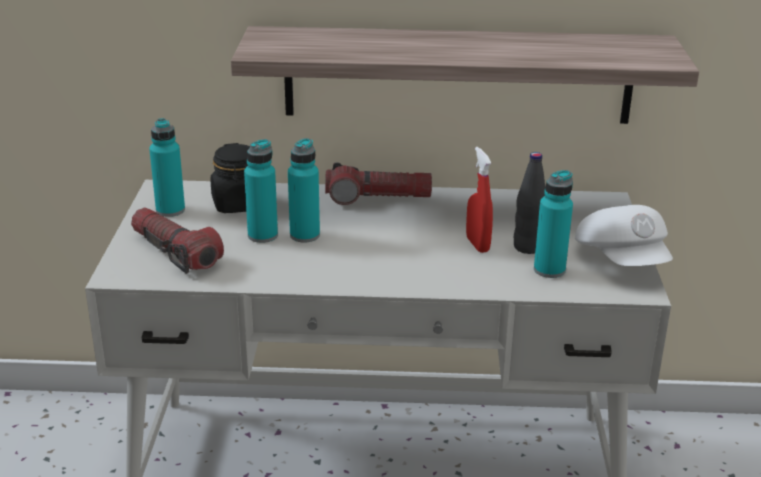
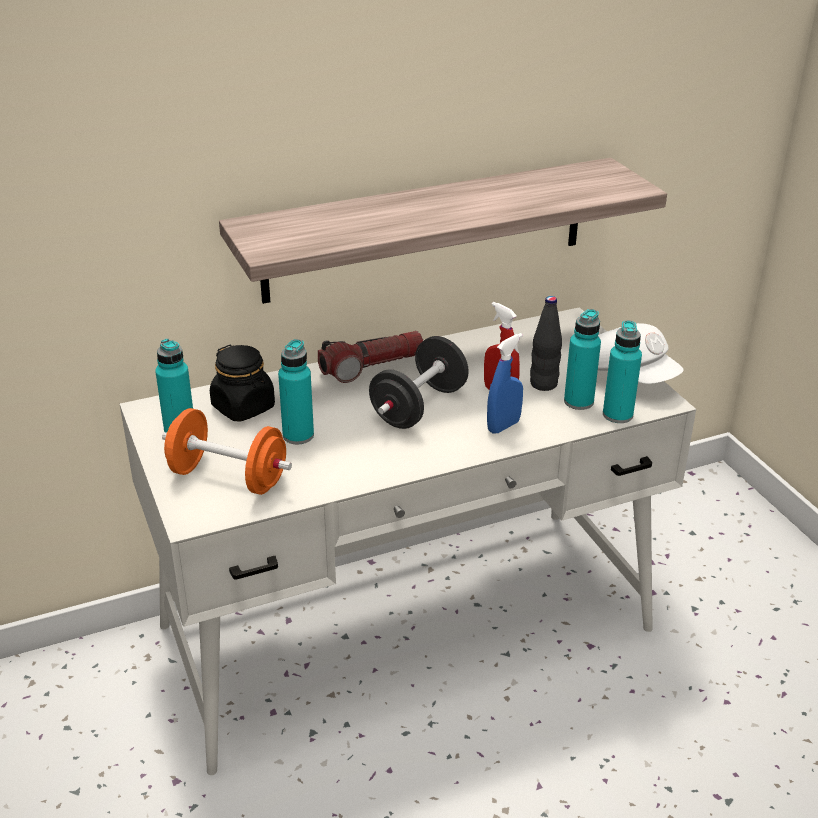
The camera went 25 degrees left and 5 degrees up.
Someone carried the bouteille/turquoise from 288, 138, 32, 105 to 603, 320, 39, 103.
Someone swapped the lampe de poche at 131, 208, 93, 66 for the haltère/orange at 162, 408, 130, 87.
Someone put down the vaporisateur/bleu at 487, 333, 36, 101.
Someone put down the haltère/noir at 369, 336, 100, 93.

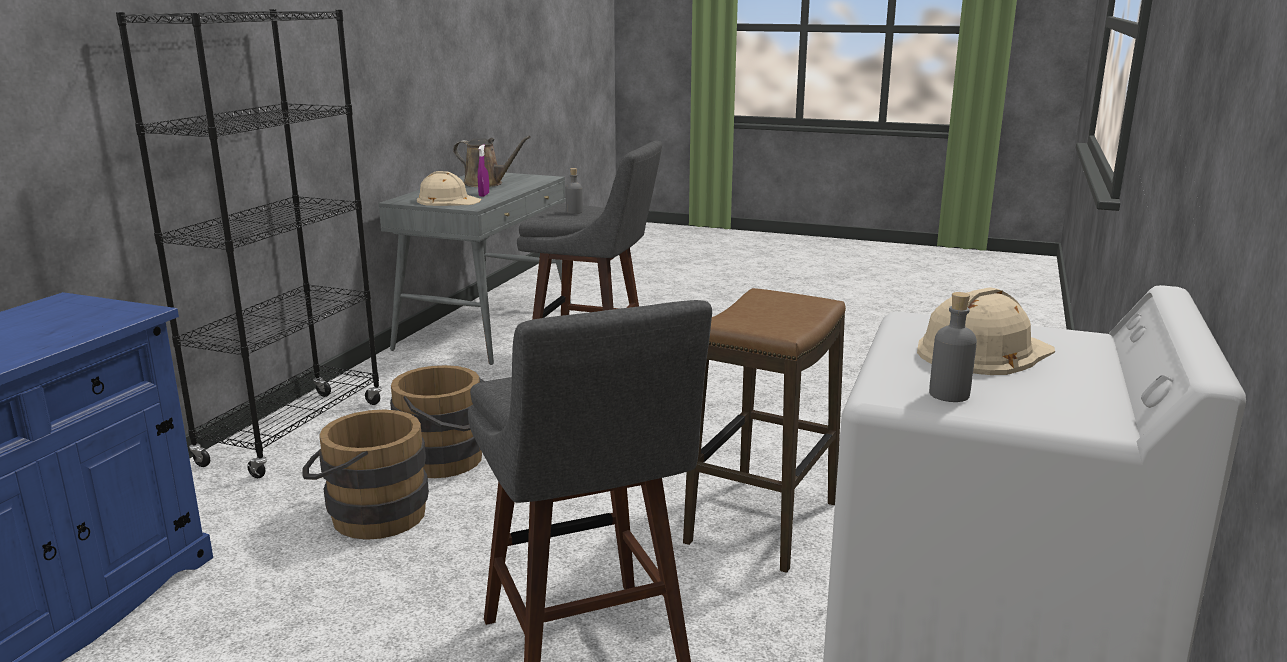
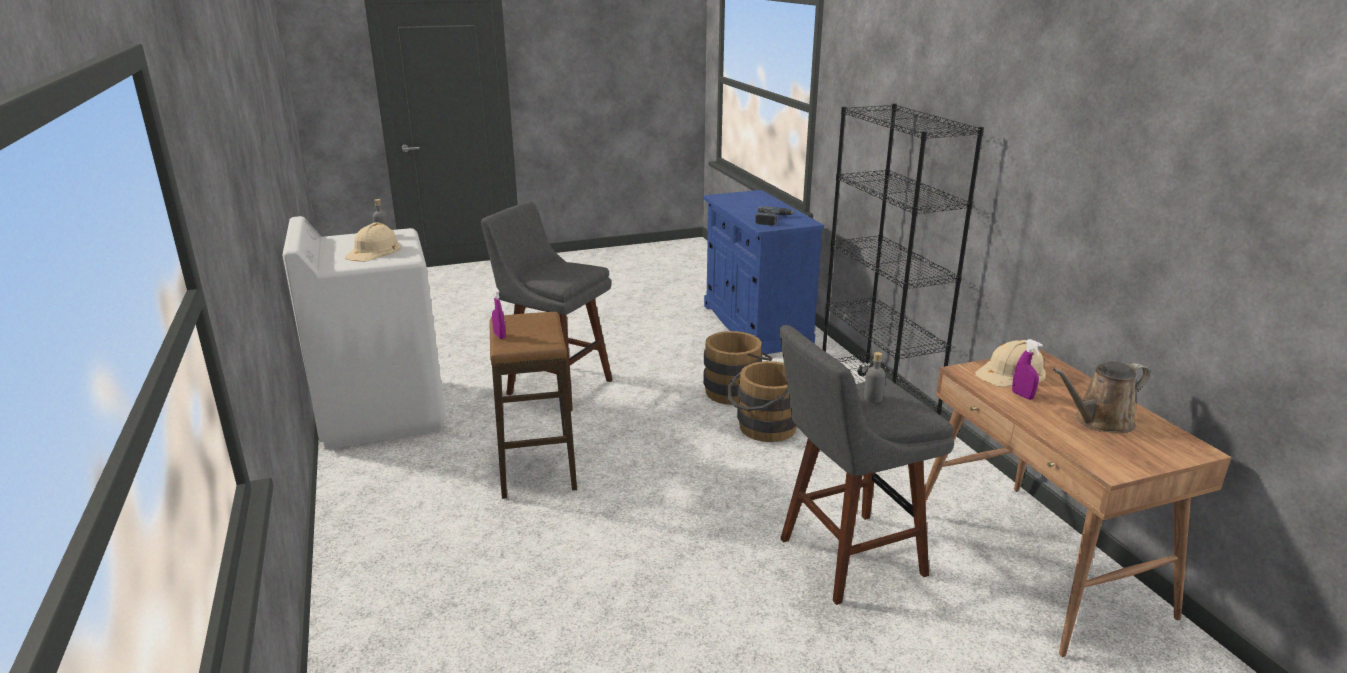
The camera went 140 degrees right and 5 degrees up.
Someone repainted the bureau/gris at 379, 173, 192, 192, which became the bureau/marron at 925, 350, 306, 307.
Someone put down the perceuse at 755, 206, 41, 19.
Someone put down the vaporisateur/violet at 491, 285, 15, 54.

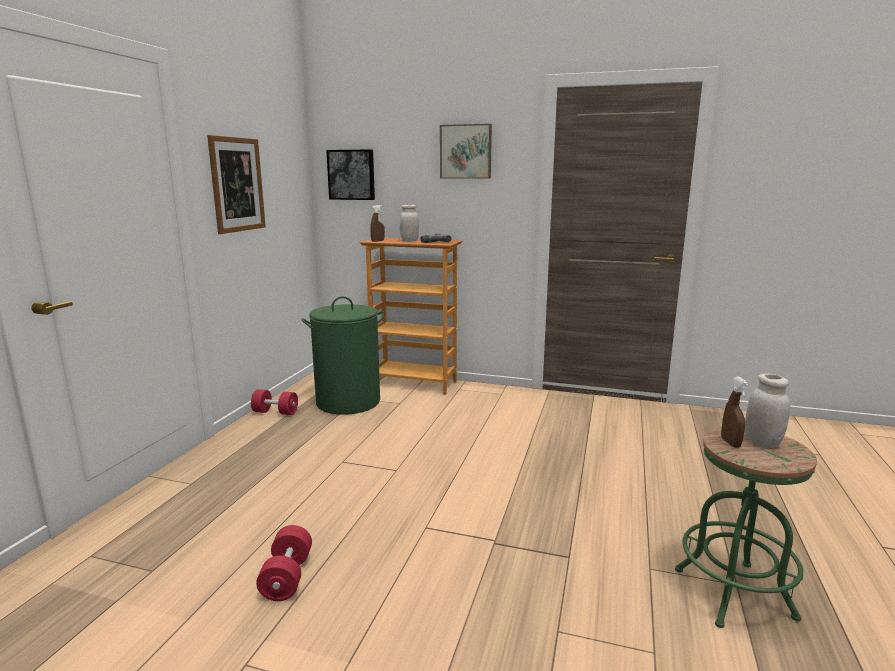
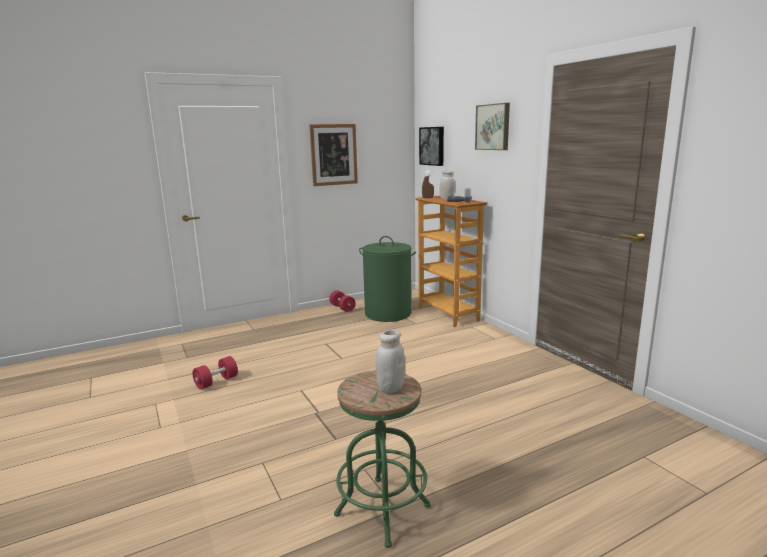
The camera went 45 degrees right and 0 degrees up.
Someone took away the vaporisateur/marron at 721, 377, 27, 71.

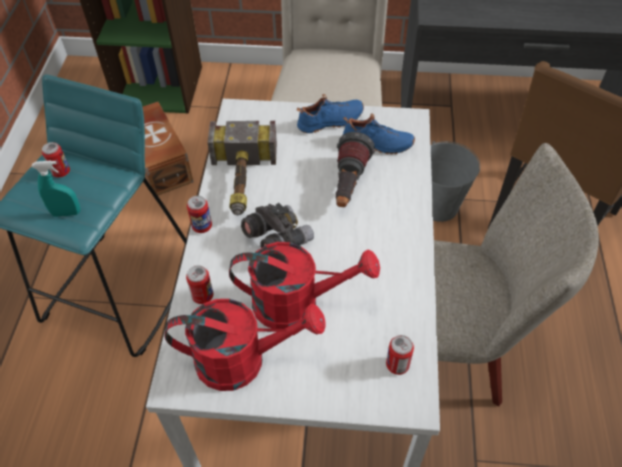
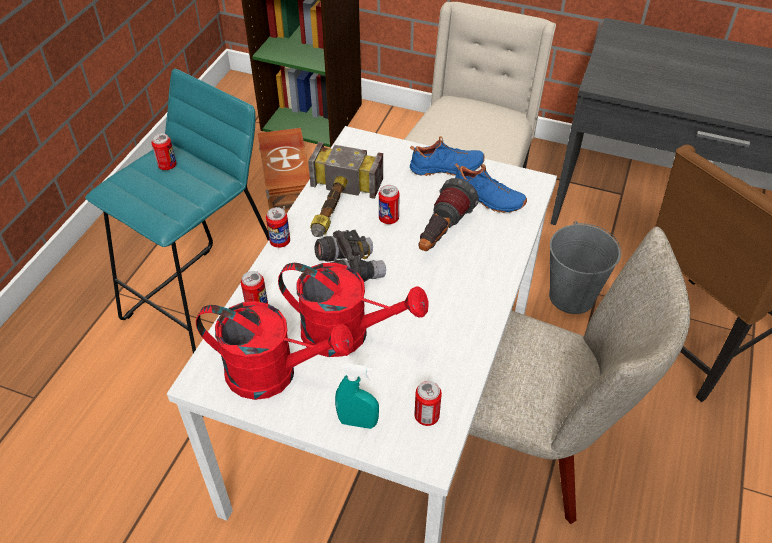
The camera went 15 degrees right and 5 degrees down.
Someone carried the vaporisateur/turquoise from 31, 161, 50, 56 to 335, 363, 44, 66.
Someone put down the boîte métallique at 379, 185, 21, 39.

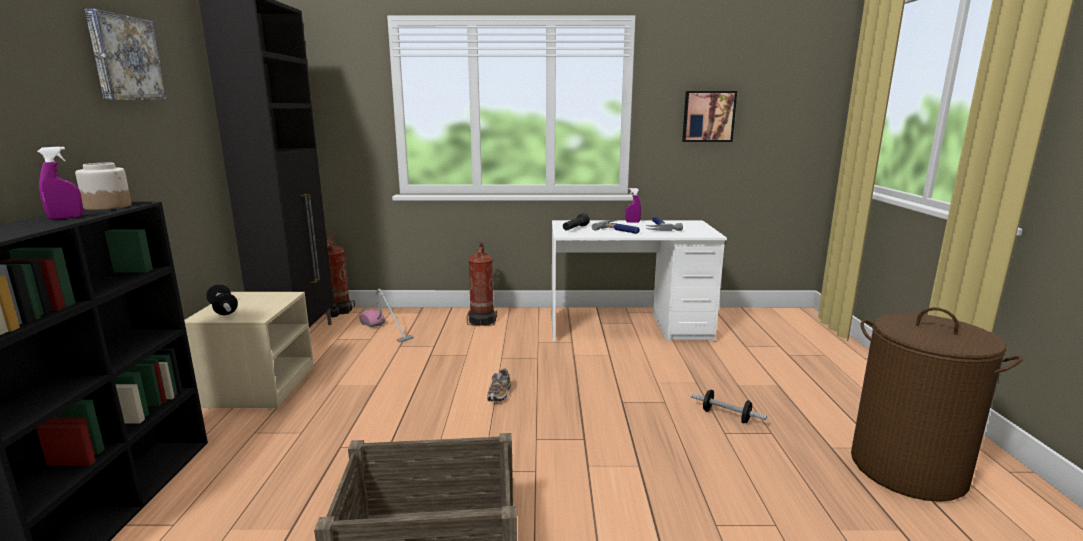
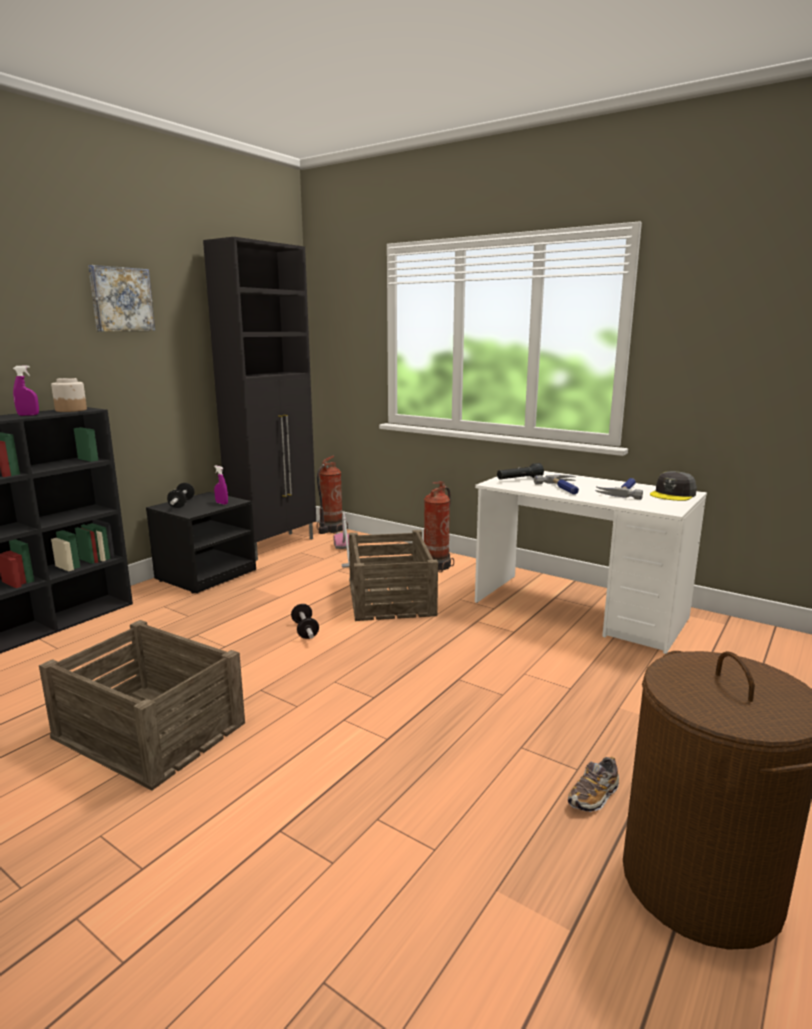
The camera went 35 degrees right and 0 degrees up.
Someone took away the tableau at 682, 91, 55, 51.
Someone carried the vaporisateur/violet from 626, 188, 15, 35 to 214, 465, 14, 40.
Someone repainted the table de chevet/beige at 184, 292, 130, 118, which became the table de chevet/noir at 146, 492, 110, 101.
Someone carried the chaussure from 487, 368, 24, 34 to 568, 756, 51, 56.
Someone carried the haltère from 691, 390, 76, 34 to 291, 604, 28, 35.
Someone put down the casquette/gris at 650, 471, 47, 30.
Someone put down the caisse at 349, 530, 89, 91.

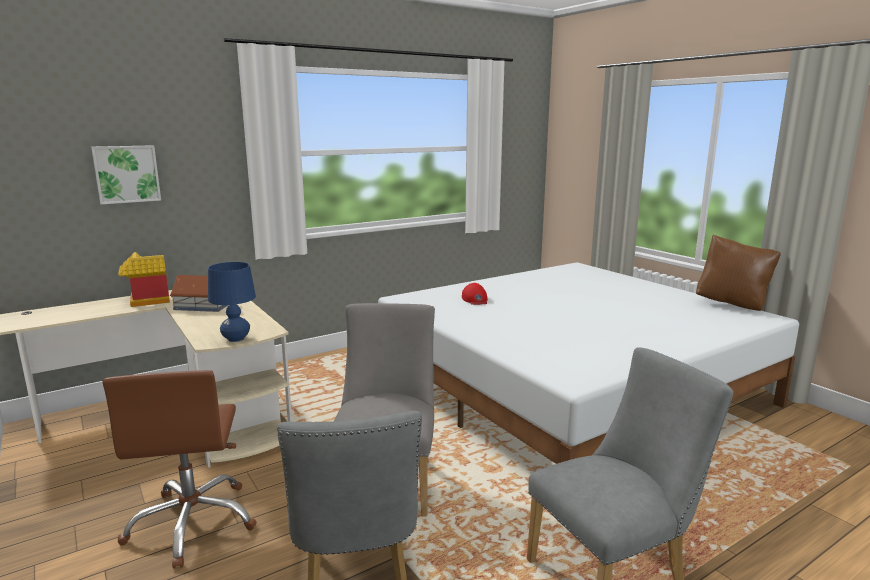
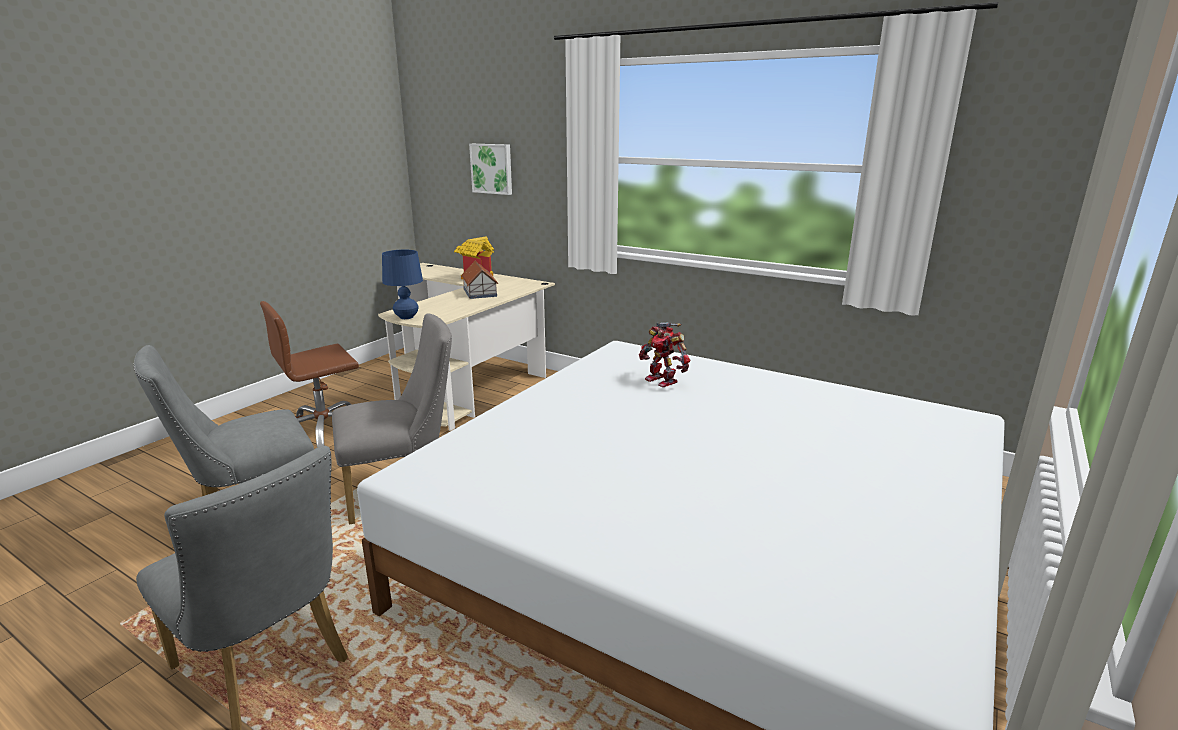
The camera went 65 degrees right and 5 degrees up.
Someone took away the coussin/marron at 696, 234, 85, 77.
Someone swapped the casquette/rouge at 462, 283, 26, 22 for the robot jouet at 639, 322, 51, 65.

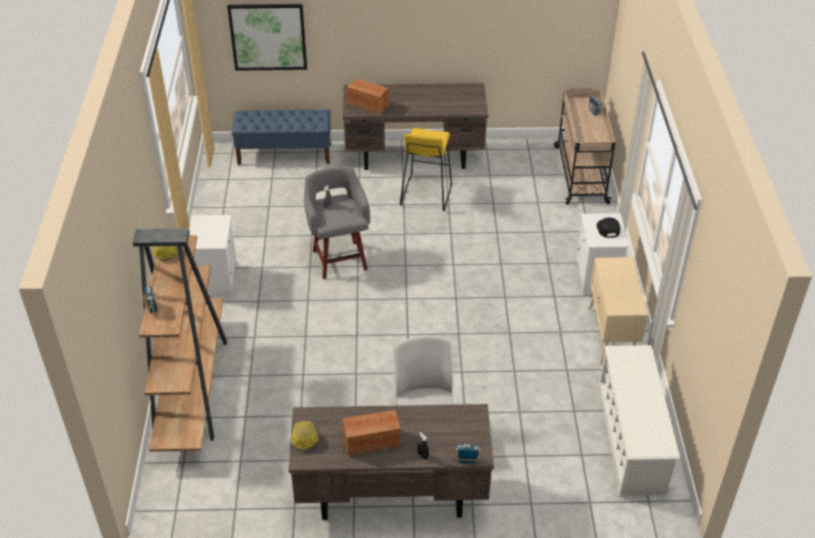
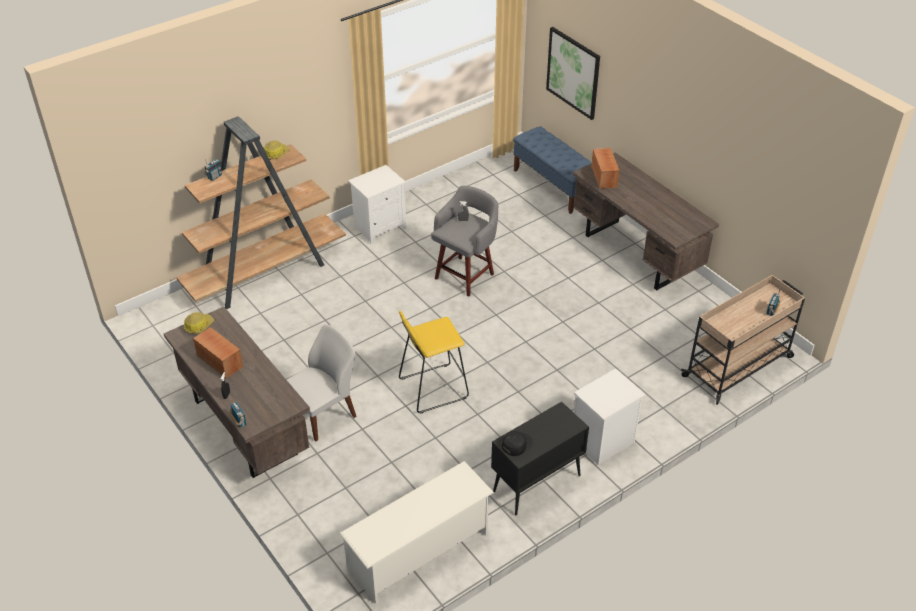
The camera went 55 degrees right and 0 degrees up.
Someone carried the tabouret/jaune from 400, 128, 52, 83 to 399, 311, 70, 103.
Someone carried the casquette/noir from 597, 218, 23, 20 to 502, 431, 31, 25.
Someone repainted the meuble de rangement/beige at 589, 257, 59, 108, which became the meuble de rangement/noir at 491, 401, 98, 114.

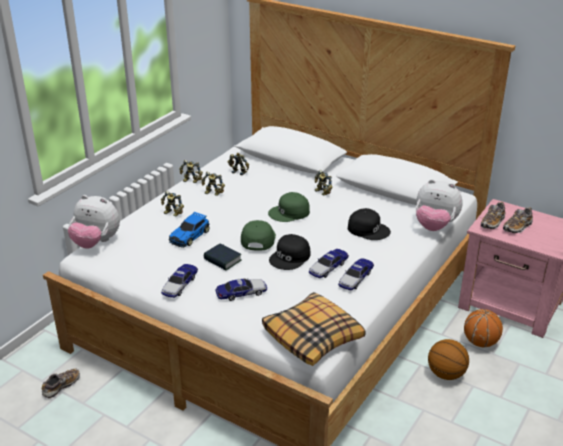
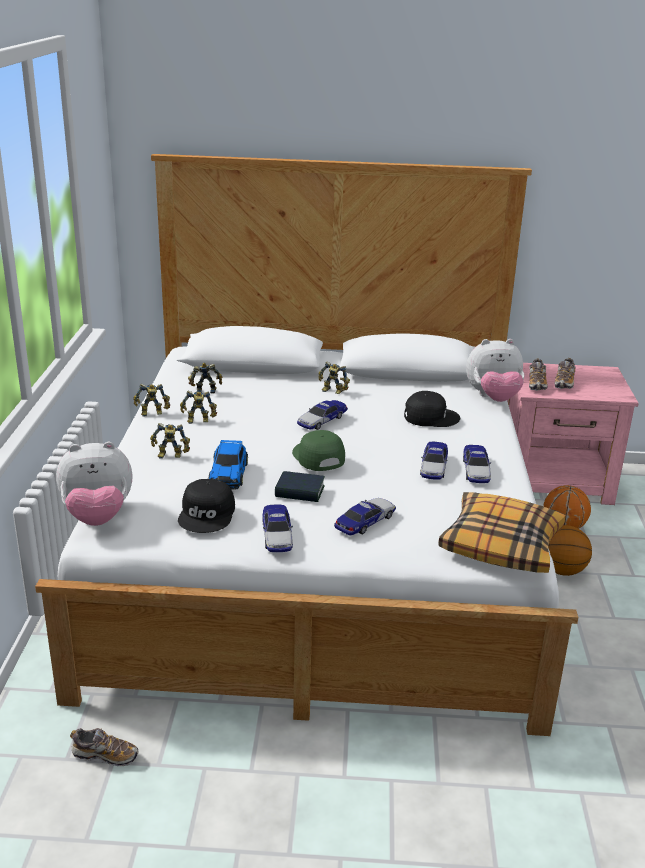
The camera went 30 degrees left and 5 degrees down.
Someone swapped the casquette/vert at 268, 192, 42, 30 for the petite voiture at 297, 400, 51, 30.
Someone carried the casquette/noir from 269, 234, 41, 36 to 178, 479, 57, 54.
Someone rotated the chaussure at 41, 368, 39, 30 by 90 degrees clockwise.

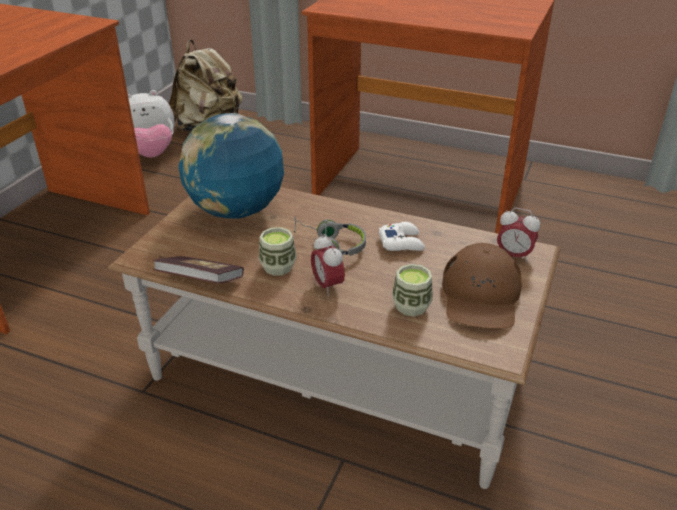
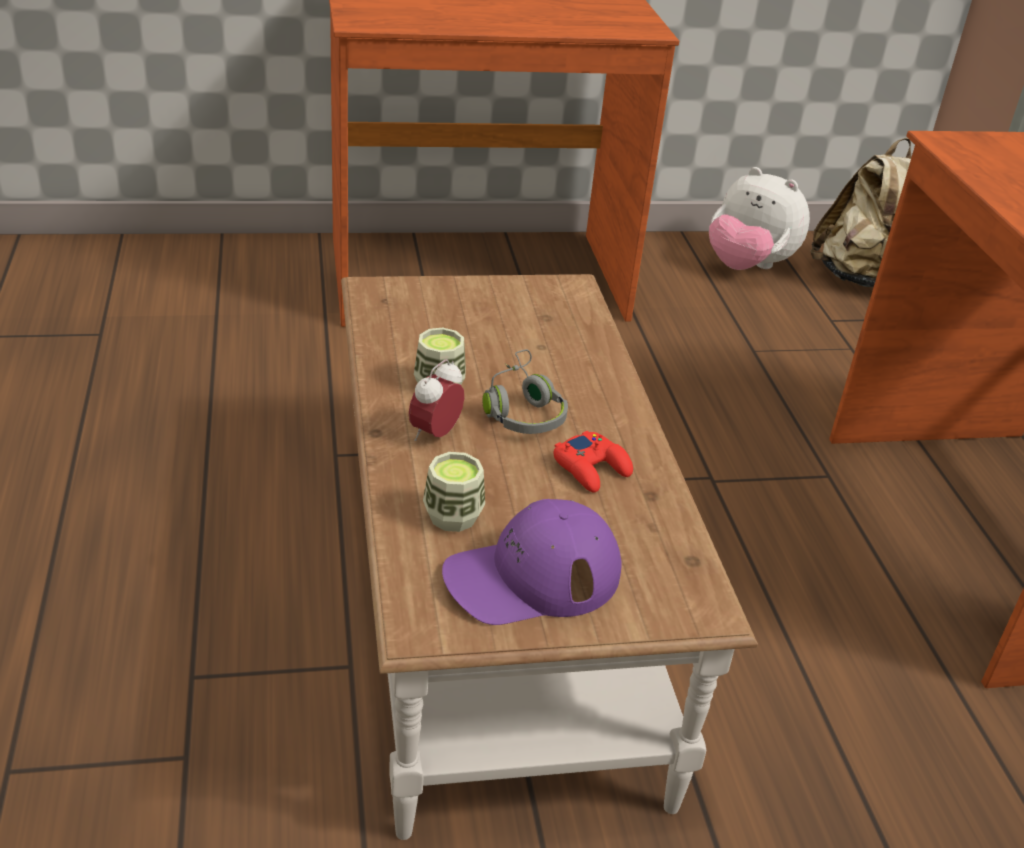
The camera went 55 degrees right and 0 degrees up.
Someone took away the globe at 178, 113, 106, 106.
Someone took away the réveil at 497, 208, 43, 55.
Someone repainted the manette/blanc at 379, 222, 46, 29, which became the manette/rouge at 553, 431, 80, 61.
Someone repainted the casquette/marron at 442, 243, 80, 86, which became the casquette/violet at 442, 499, 180, 126.
Someone took away the livre at 153, 256, 91, 27.

